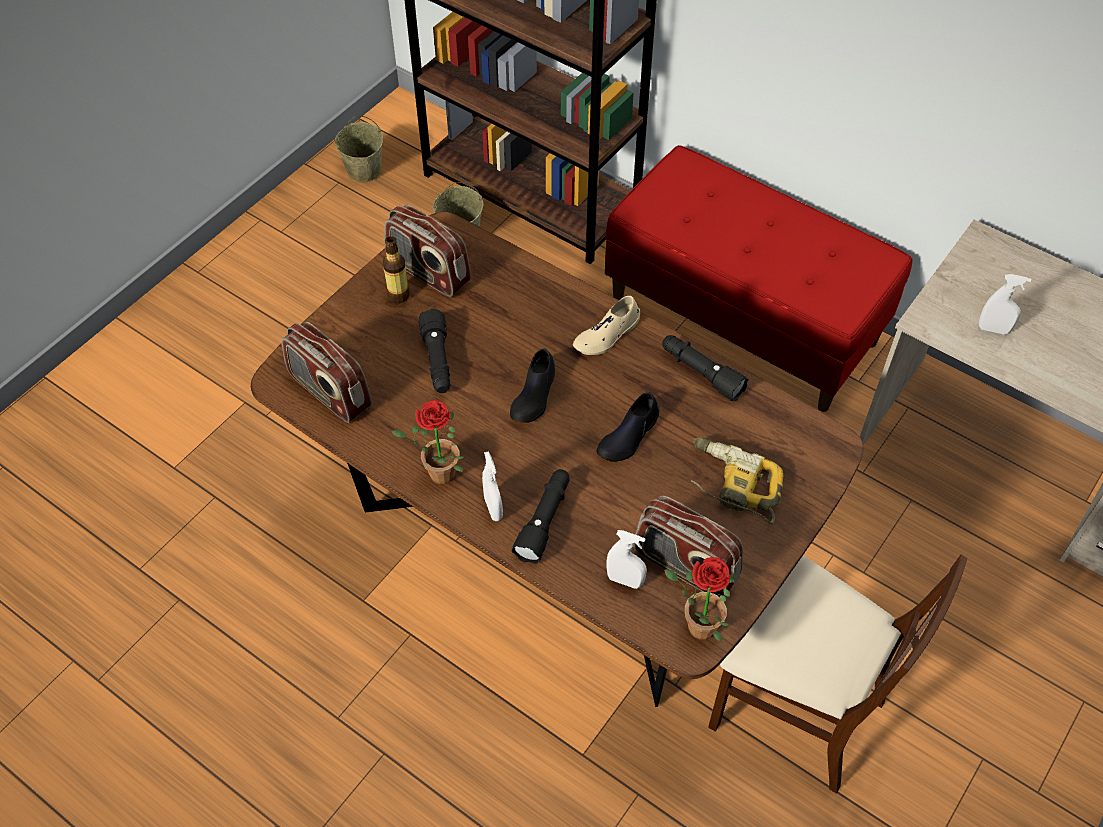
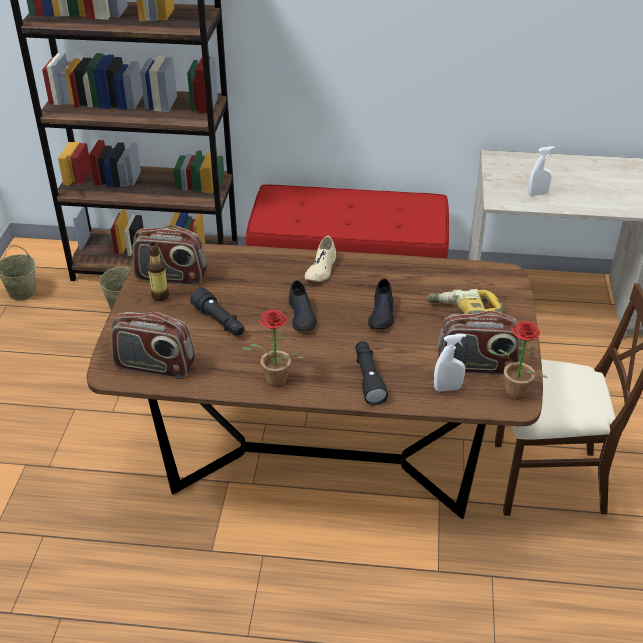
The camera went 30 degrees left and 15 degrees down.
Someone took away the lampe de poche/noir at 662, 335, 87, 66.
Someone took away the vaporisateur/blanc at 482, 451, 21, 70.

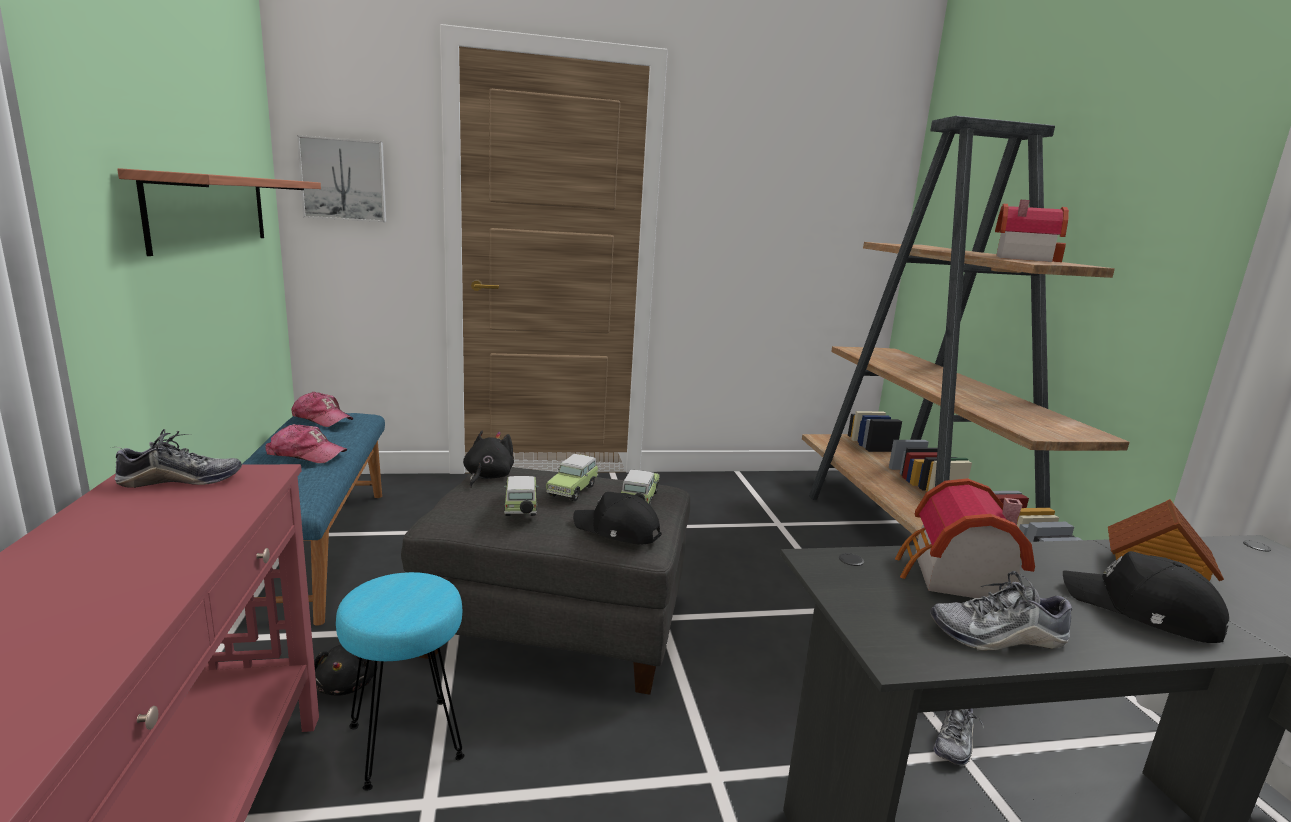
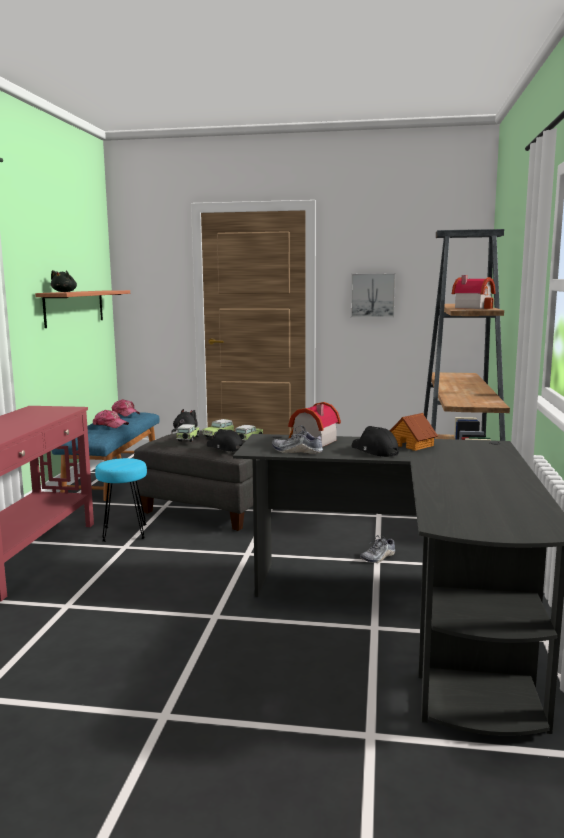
The camera went 20 degrees right and 5 degrees down.
Someone carried the tableau from 297, 135, 89, 87 to 351, 273, 45, 45.
Someone took away the chaussure at 114, 429, 128, 59.
Someone carried the peluche/noir from 314, 645, 64, 51 to 51, 270, 26, 22.

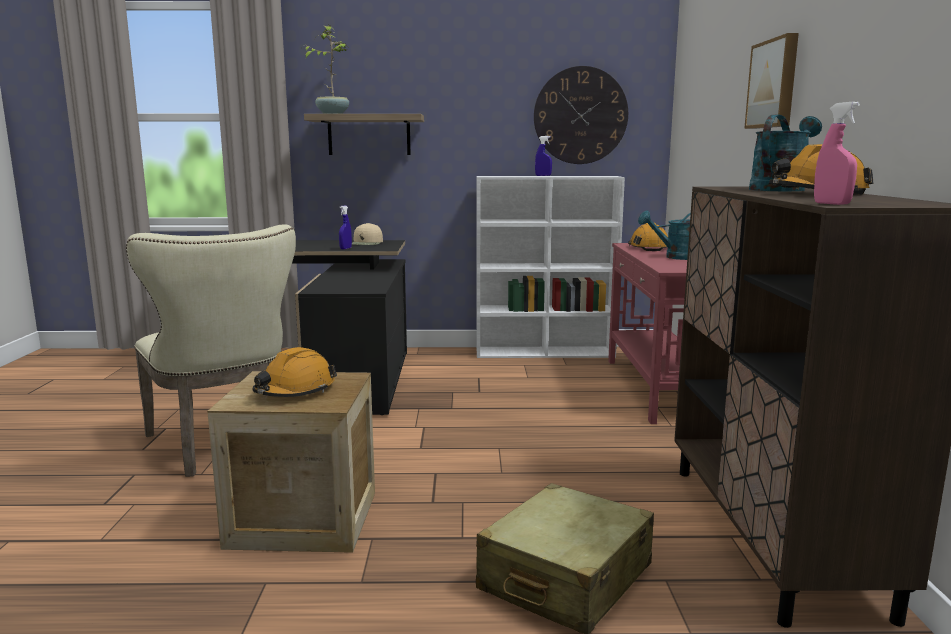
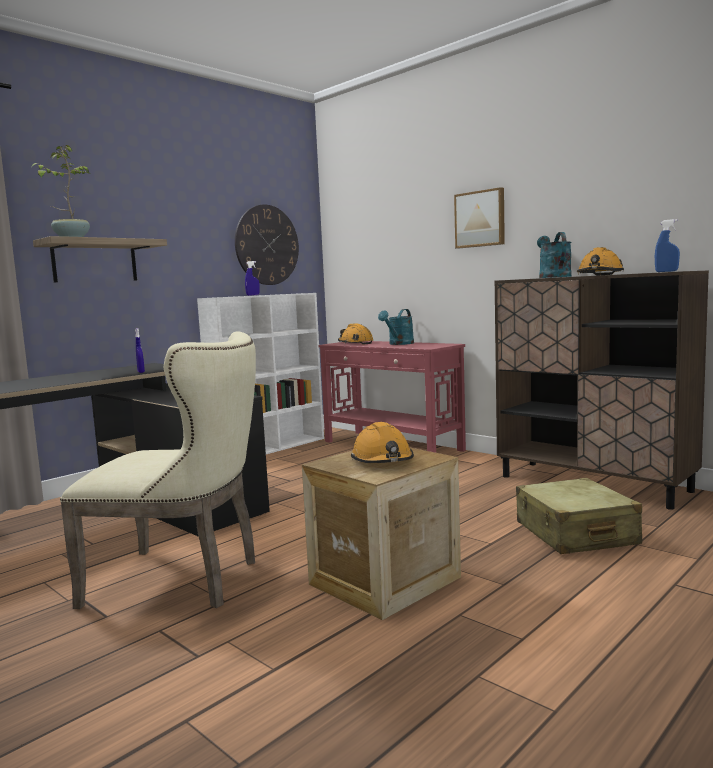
The camera went 45 degrees left and 5 degrees down.
Someone repainted the vaporisateur/rose at 814, 101, 46, 104, which became the vaporisateur/bleu at 655, 219, 25, 53.
Someone took away the casquette/beige at 352, 223, 31, 22.

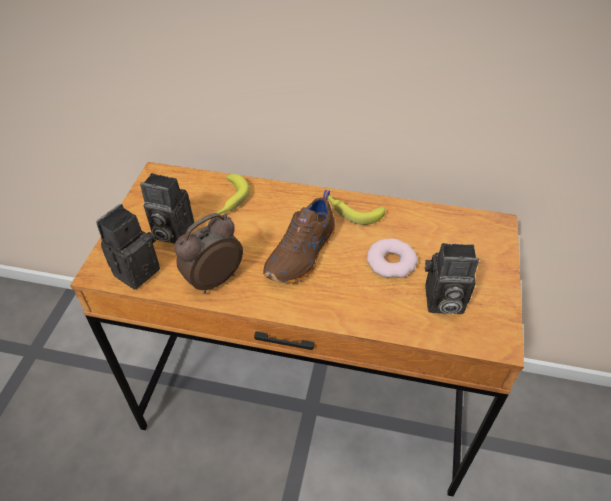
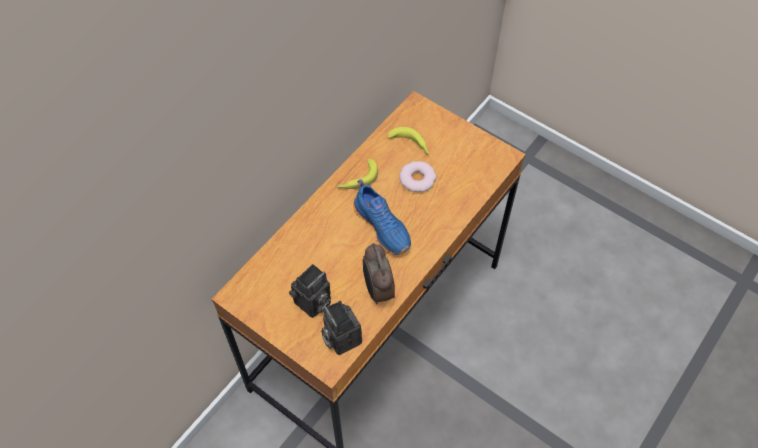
The camera went 65 degrees left and 10 degrees up.
Someone carried the banane from 217, 174, 33, 41 to 388, 127, 41, 28.
Someone repainted the chaussure/marron at 263, 190, 72, 94, which became the chaussure/bleu at 353, 179, 58, 76.
Someone took away the appareil photo at 425, 243, 54, 72.

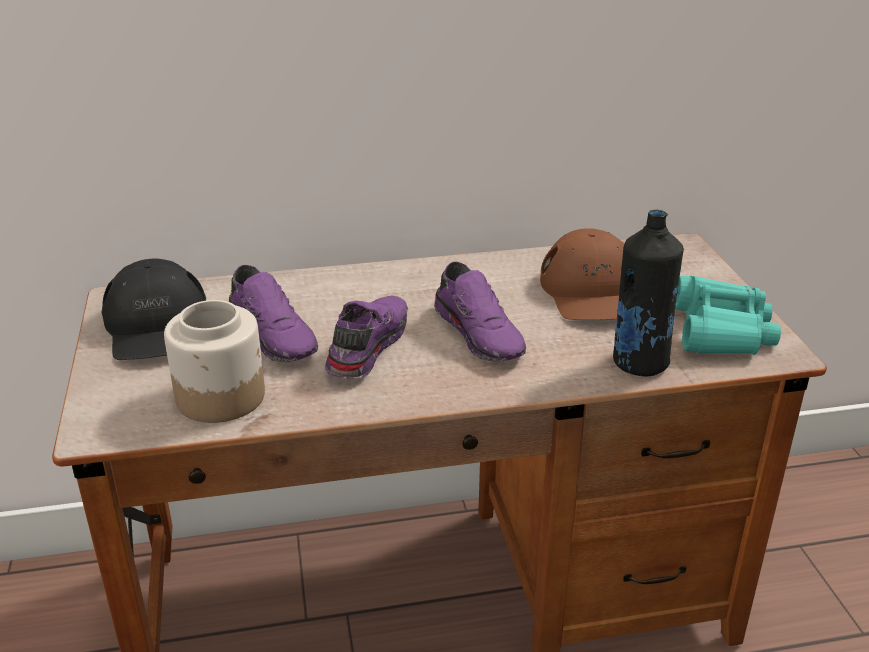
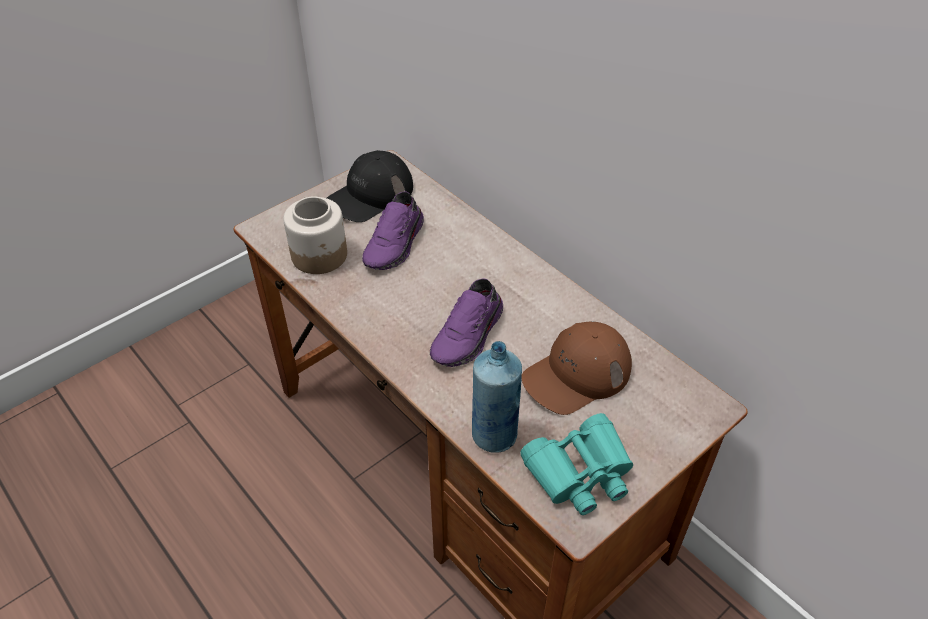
The camera went 60 degrees right and 15 degrees up.
Someone repainted the bouteille/noir at 613, 210, 71, 166, which became the bouteille/bleu at 472, 341, 50, 112.
Someone took away the chaussure/violet at 325, 296, 83, 83.

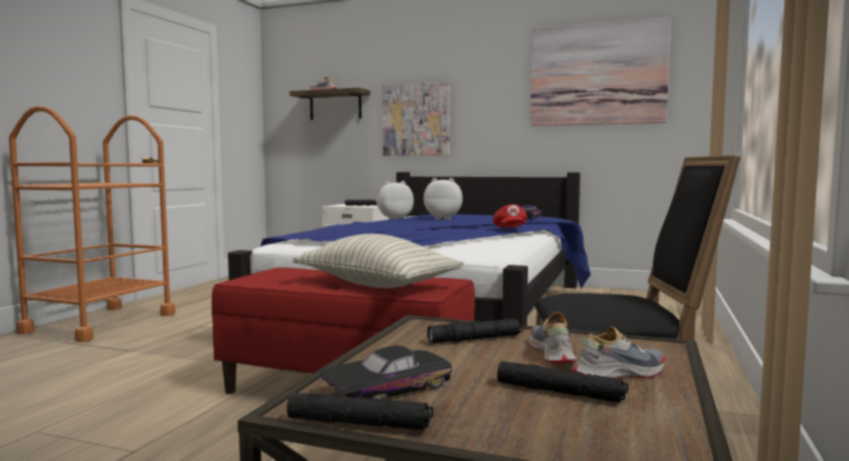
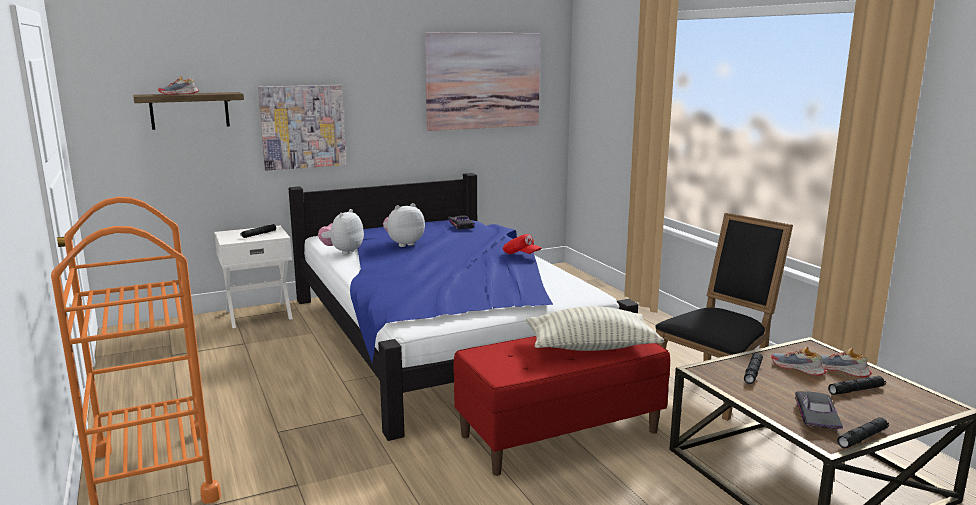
The camera went 45 degrees left and 10 degrees up.
Someone rotated the chaussure at 572, 326, 94, 52 by 75 degrees counterclockwise.

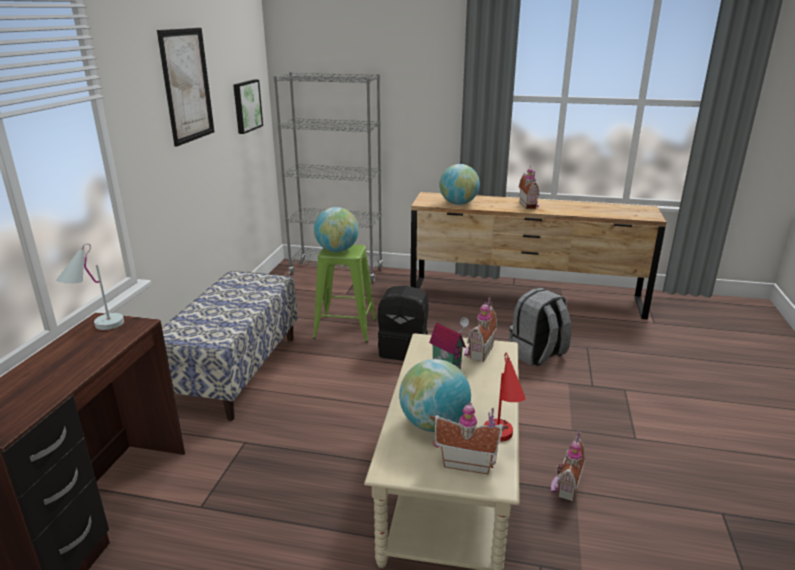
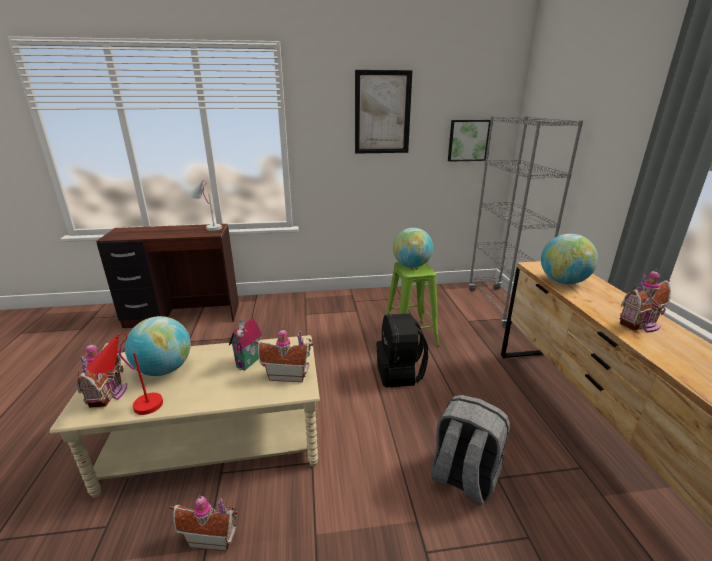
The camera went 70 degrees right and 0 degrees up.
Someone took away the banc at 162, 271, 136, 150.

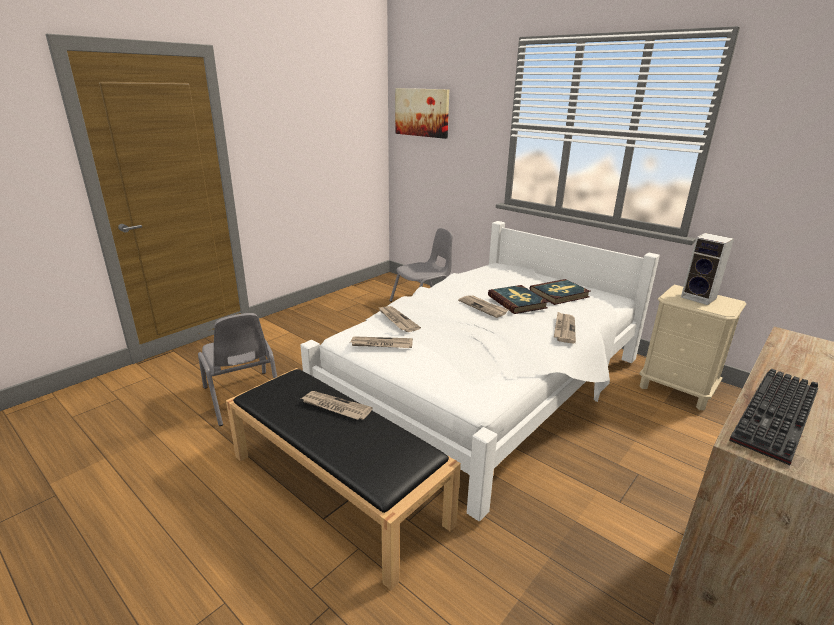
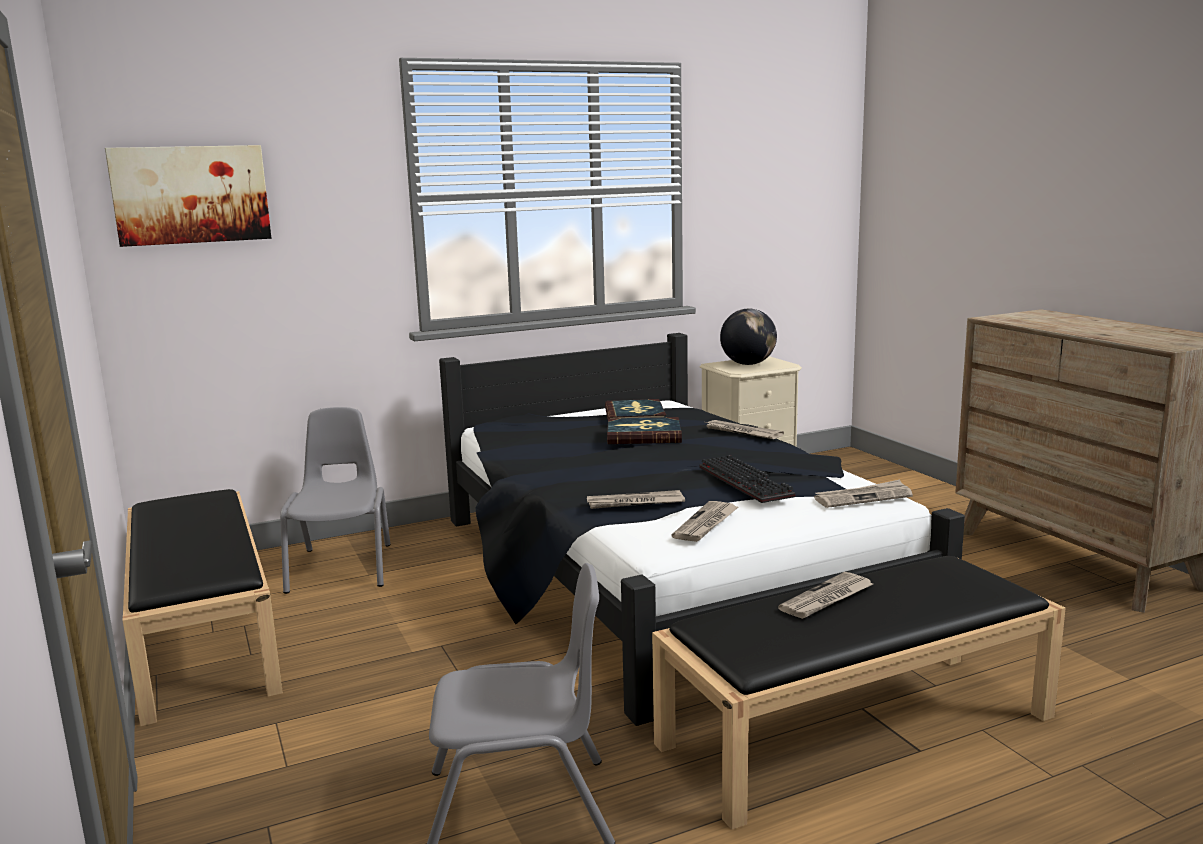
The camera went 65 degrees left and 10 degrees down.
Someone repainted the lit/blanc at 300, 221, 360, 300, which became the lit/noir at 439, 333, 526, 393.
Someone swapped the enceinte at 681, 233, 53, 72 for the globe at 720, 309, 57, 56.
Someone carried the journal from 458, 295, 51, 23 to 814, 480, 99, 28.
Someone carried the clavier from 729, 368, 89, 97 to 699, 455, 96, 48.
Someone put down the banc/noir at 122, 489, 161, 237.

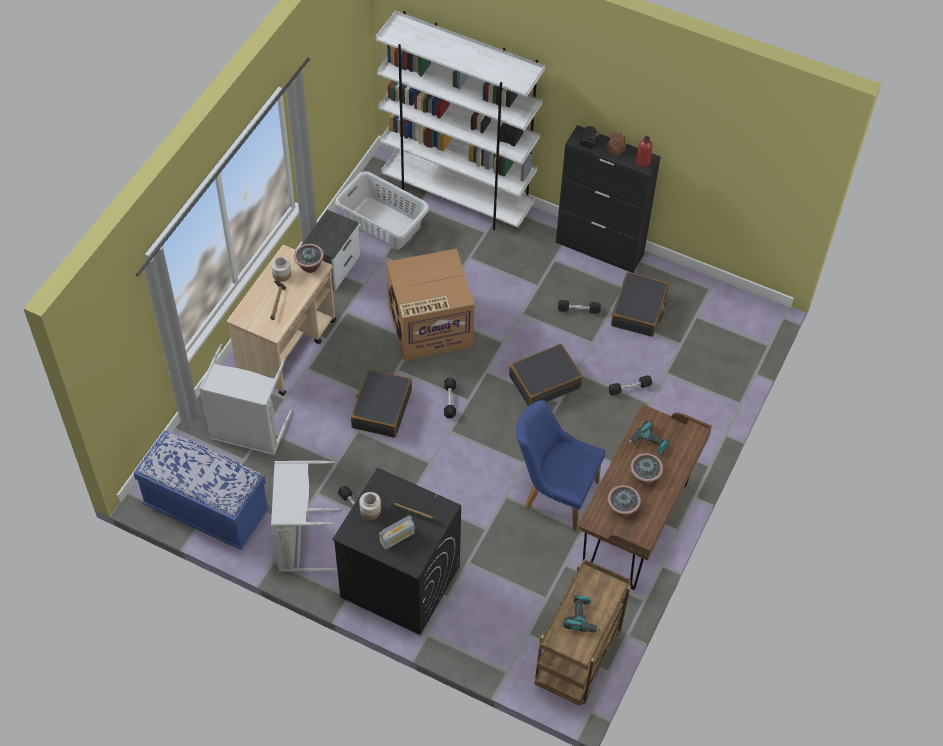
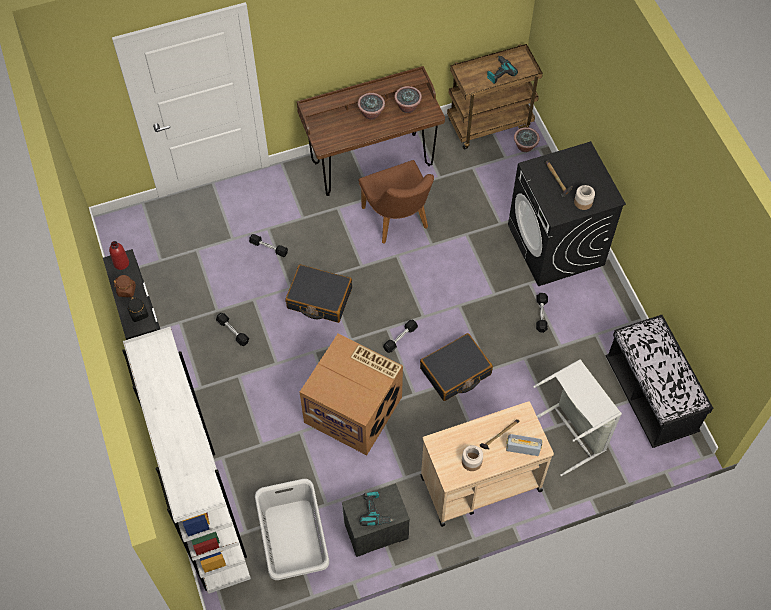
The camera went 135 degrees left and 5 degrees up.
Someone carried the plante en pot from 294, 244, 30, 29 to 514, 127, 26, 25.
Someone took away the valise/noir at 611, 272, 57, 65.
Someone repainted the chaise/bleu at 516, 400, 89, 132, which became the chaise/marron at 359, 160, 75, 84.
Someone carried the perceuse from 628, 421, 41, 33 to 359, 492, 35, 34.
Someone repainted the banc/bleu at 134, 431, 136, 119, which became the banc/noir at 606, 315, 107, 133.
Someone took away the panier à linge/gris at 271, 460, 69, 112.
Someone carried the radio from 379, 516, 36, 34 to 506, 434, 37, 22.

